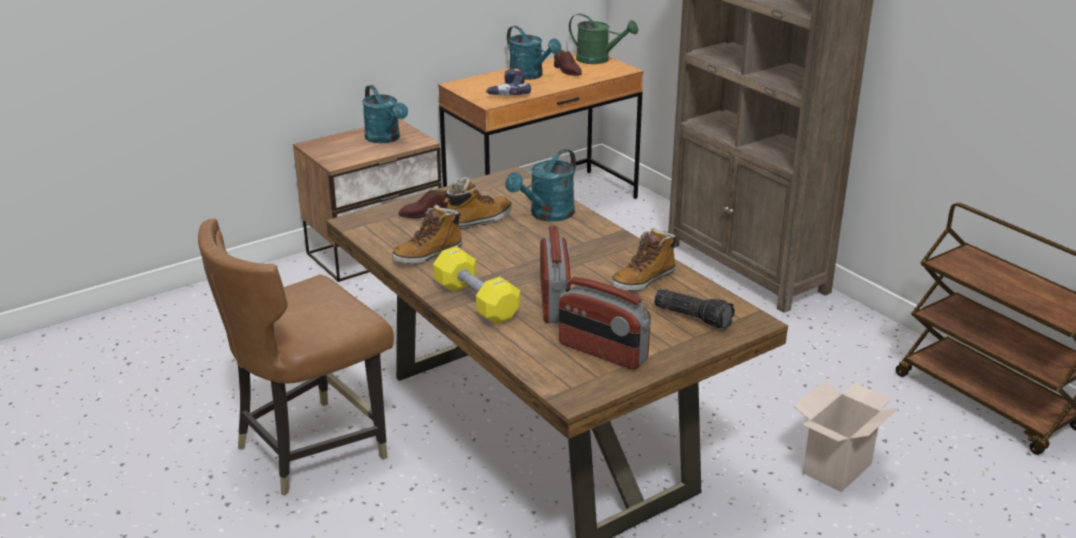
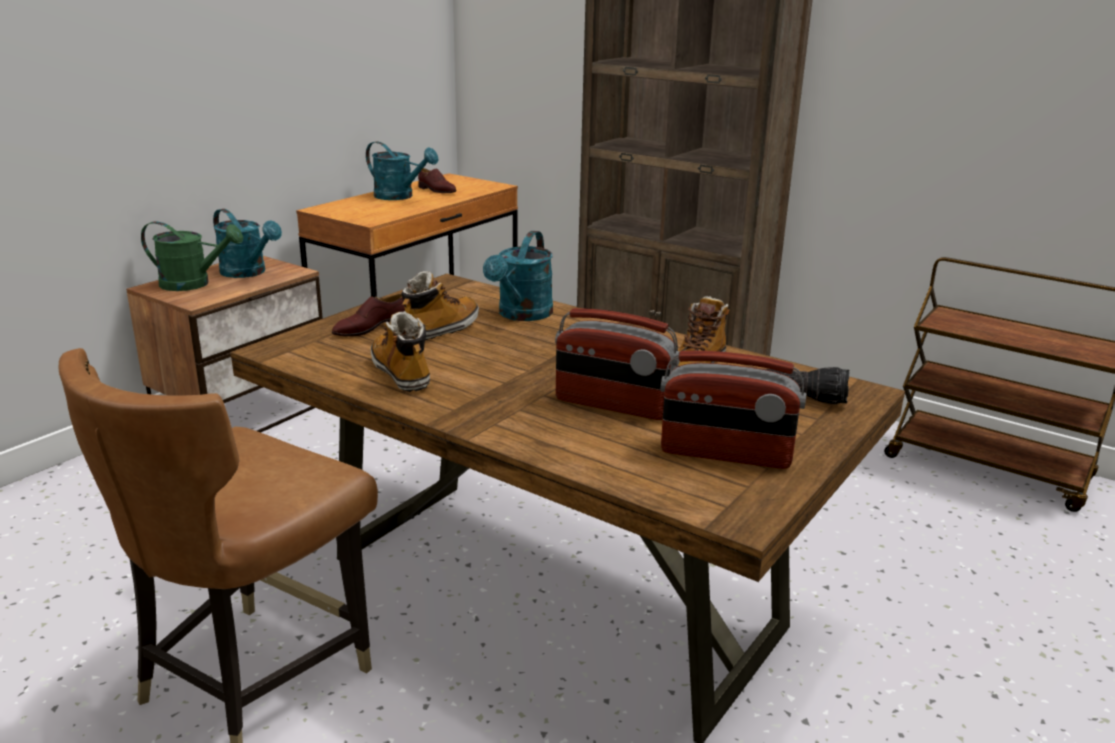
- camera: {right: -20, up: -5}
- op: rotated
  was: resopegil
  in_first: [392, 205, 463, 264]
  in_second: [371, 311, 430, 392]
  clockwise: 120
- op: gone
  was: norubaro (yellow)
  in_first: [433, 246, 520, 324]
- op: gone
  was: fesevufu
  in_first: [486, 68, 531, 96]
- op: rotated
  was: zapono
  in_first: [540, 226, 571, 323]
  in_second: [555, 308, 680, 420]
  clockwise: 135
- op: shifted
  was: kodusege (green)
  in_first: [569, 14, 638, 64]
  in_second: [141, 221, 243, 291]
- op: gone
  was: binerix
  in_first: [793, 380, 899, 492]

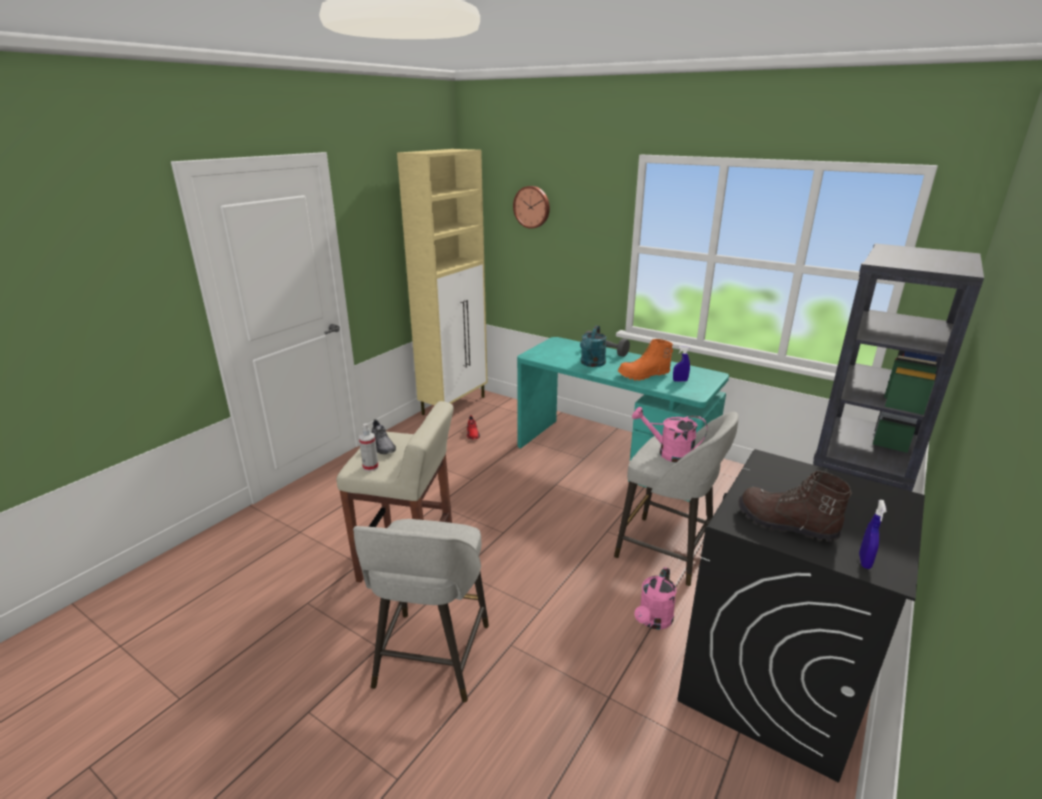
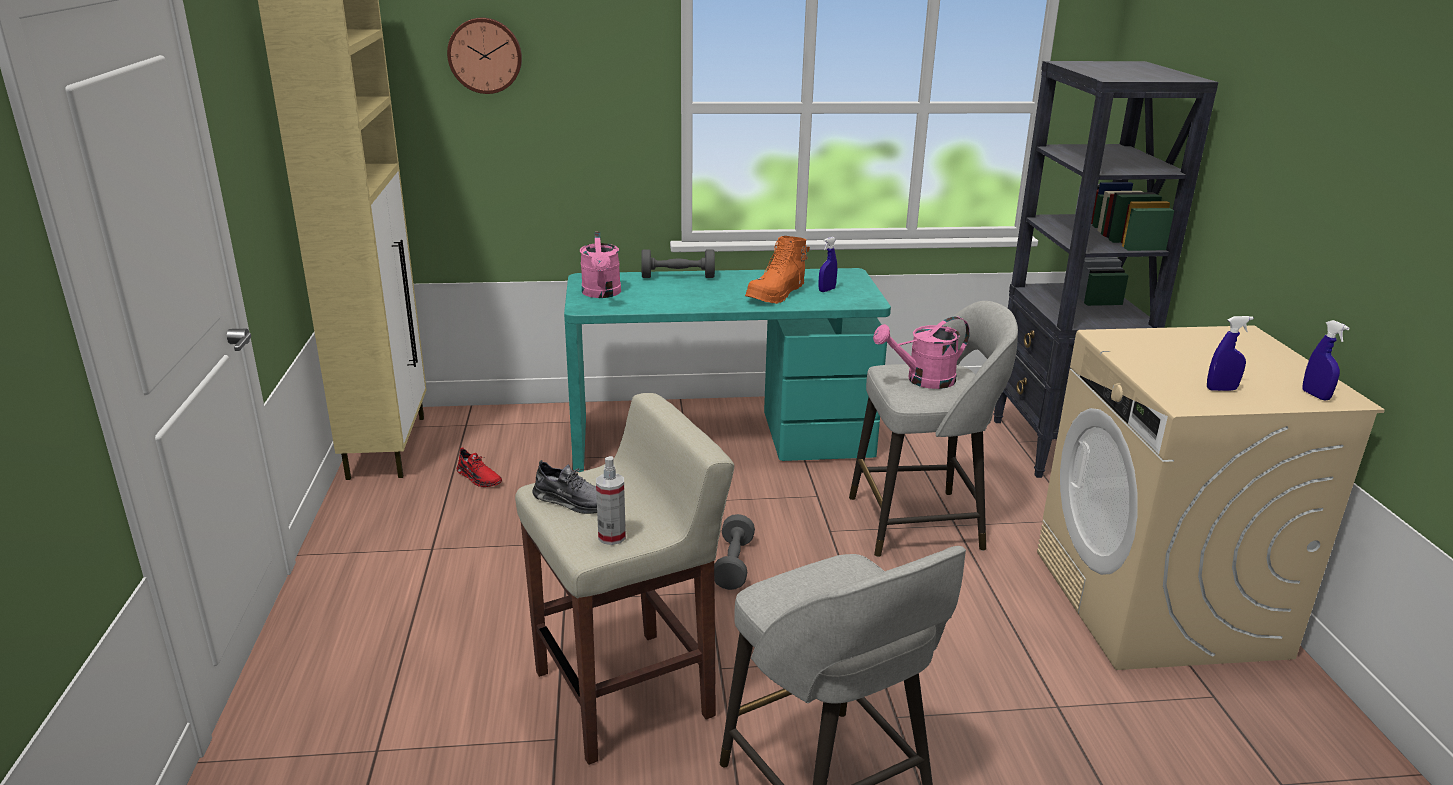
- camera: {right: -40, up: 0}
- op: gone
  was: kodusege (turquoise)
  in_first: [580, 325, 607, 367]
- op: shifted
  was: kodusege (pink)
  in_first: [635, 567, 677, 630]
  in_second: [580, 232, 621, 298]
- op: repainted
  was: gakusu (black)
  now: gakusu (beige)
  in_first: [678, 449, 925, 783]
  in_second: [1037, 325, 1385, 670]
- op: swapped
  was: resopegil (brown)
  now: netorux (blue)
  in_first: [738, 470, 852, 542]
  in_second: [1207, 316, 1253, 391]
- op: new
  now: norubaro (grey)
  in_second: [714, 514, 755, 590]

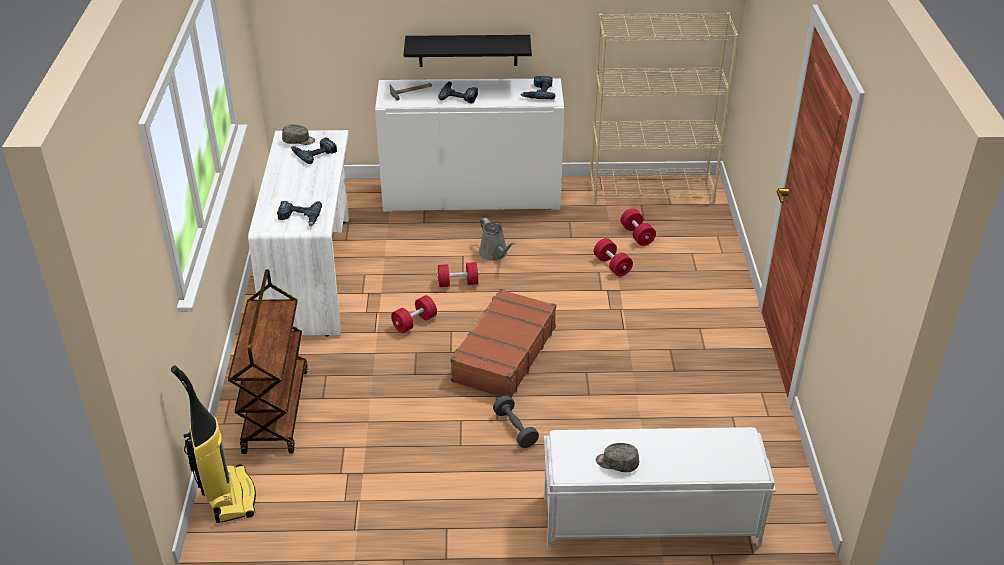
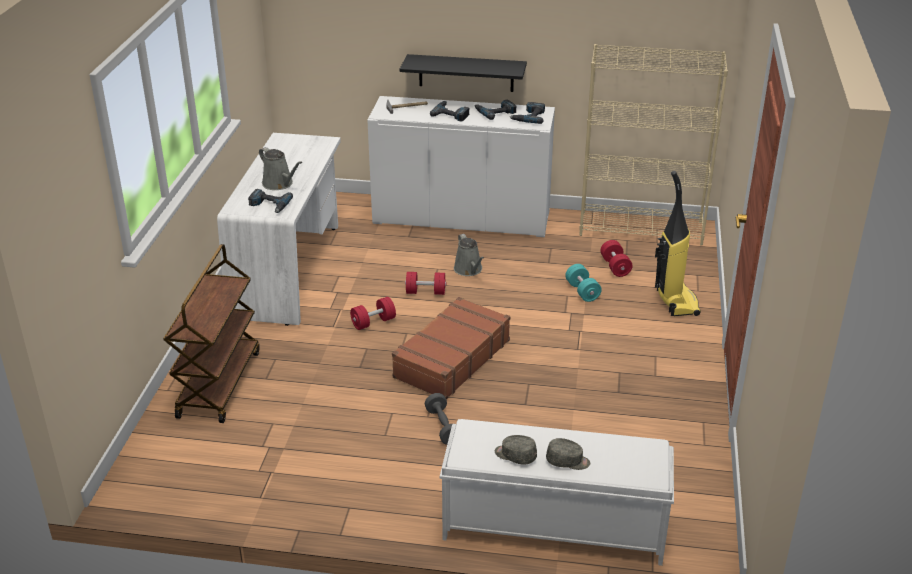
- camera: {right: 10, up: -5}
- op: shifted
  was: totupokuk
  in_first: [171, 366, 256, 523]
  in_second: [655, 171, 701, 316]
- op: shifted
  was: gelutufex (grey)
  in_first: [282, 124, 315, 145]
  in_second: [546, 438, 590, 470]
- op: shifted
  was: fesevufu
  in_first: [291, 137, 337, 164]
  in_second: [475, 100, 516, 120]
- op: repainted
  was: norubaro (red)
  now: norubaro (turquoise)
  in_first: [594, 238, 633, 276]
  in_second: [565, 264, 602, 302]
- op: new
  now: kodusege (grey)
  in_second: [259, 147, 302, 190]

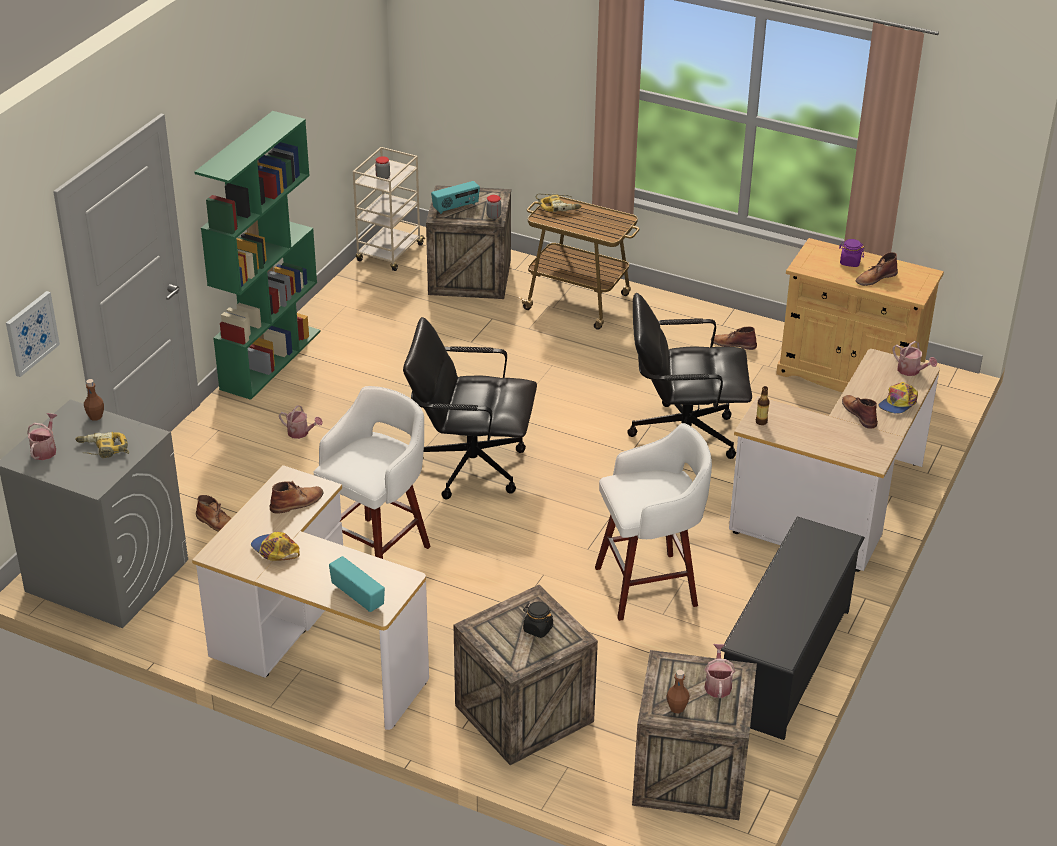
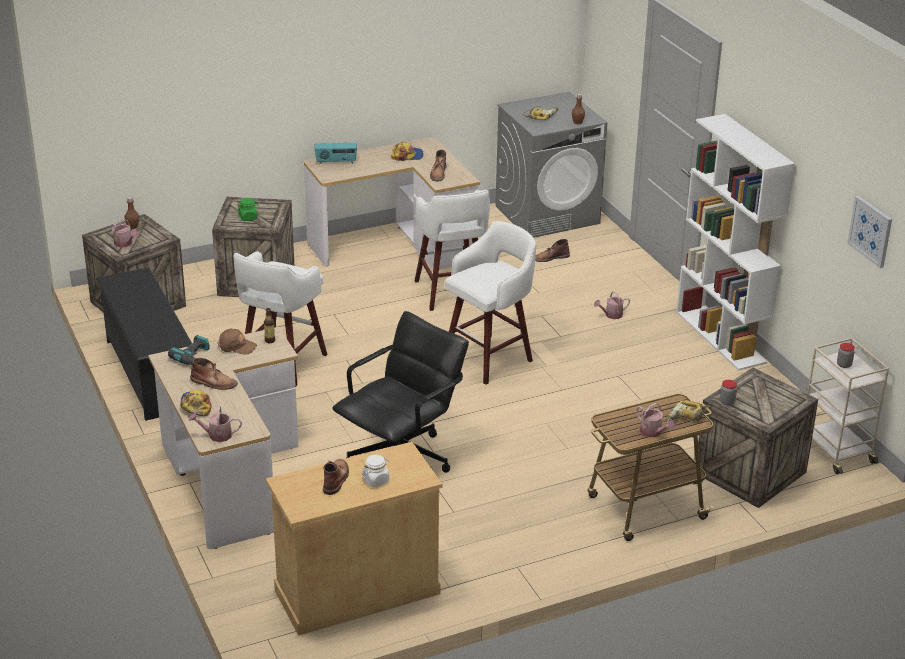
- camera: {right: 130, up: -5}
- op: shifted
  was: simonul
  in_first: [6, 291, 60, 377]
  in_second: [847, 196, 892, 268]
- op: shifted
  was: kodusege
  in_first: [27, 413, 57, 460]
  in_second: [636, 403, 675, 437]
- op: repainted
  was: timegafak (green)
  now: timegafak (white)
  in_first: [194, 111, 321, 400]
  in_second: [676, 114, 795, 371]
- op: swapped
  was: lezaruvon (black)
  now: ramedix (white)
  in_first: [403, 317, 537, 499]
  in_second: [445, 221, 536, 385]
- op: gone
  was: zapono
  in_first: [431, 181, 480, 214]
- op: repainted
  was: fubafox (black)
  now: fubafox (green)
  in_first: [523, 601, 553, 638]
  in_second: [237, 198, 258, 221]
- op: gone
  was: resopegil (brown)
  in_first: [711, 326, 757, 350]
- op: repainted
  was: fubafox (purple)
  now: fubafox (white)
  in_first: [840, 239, 864, 267]
  in_second: [362, 455, 389, 487]
- op: new
  now: fesevufu
  in_second: [168, 335, 210, 365]
- op: new
  now: gelutufex (brown)
  in_second: [217, 329, 257, 355]

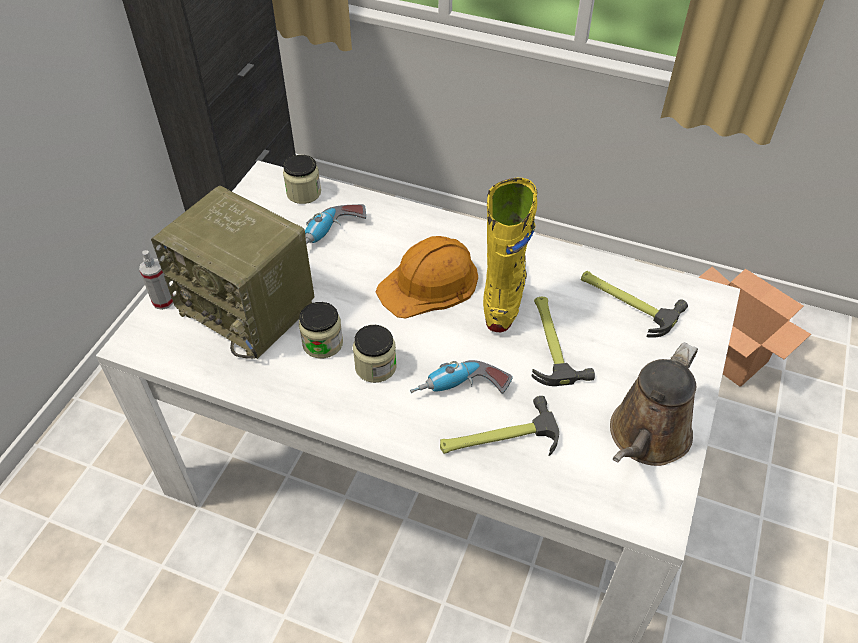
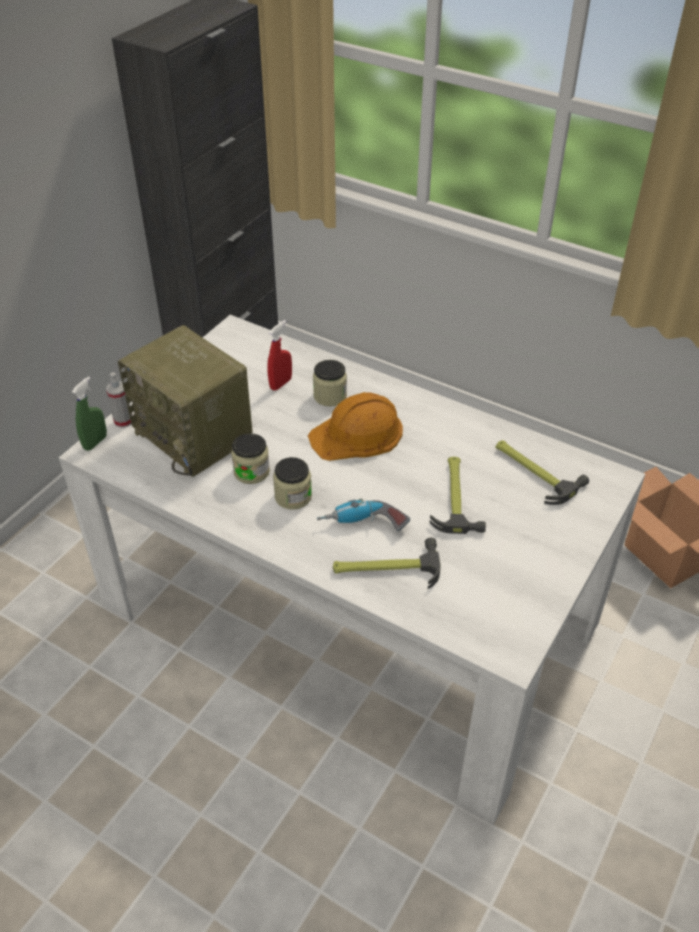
- camera: {right: 10, up: -5}
- op: shifted
  was: fubafox
  in_first: [283, 155, 321, 204]
  in_second: [313, 360, 347, 407]
- op: swapped
  was: fesevufu
  now: netorux (red)
  in_first: [305, 204, 366, 245]
  in_second: [267, 320, 292, 391]
- op: gone
  was: resopegil (yellow)
  in_first: [483, 178, 538, 332]
- op: gone
  was: kodusege (brown)
  in_first: [610, 342, 698, 466]
- op: new
  now: netorux (green)
  in_second: [72, 376, 107, 451]

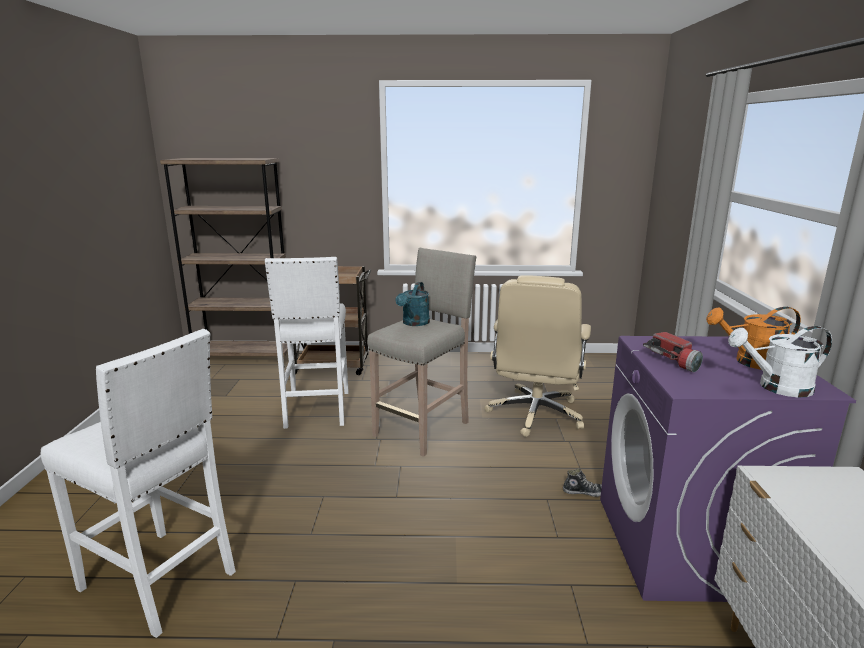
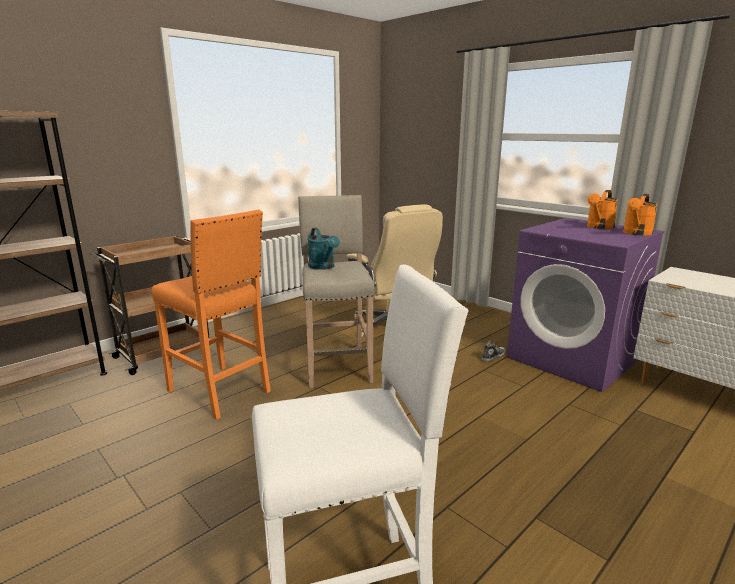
- camera: {right: -45, up: 0}
- op: repainted
  was: ramedix (white)
  now: ramedix (orange)
  in_first: [265, 257, 349, 429]
  in_second: [152, 210, 271, 420]
- op: gone
  was: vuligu
  in_first: [643, 332, 703, 372]
- op: repainted
  was: kodusege (white)
  now: kodusege (orange)
  in_first: [728, 326, 832, 397]
  in_second: [623, 194, 658, 235]

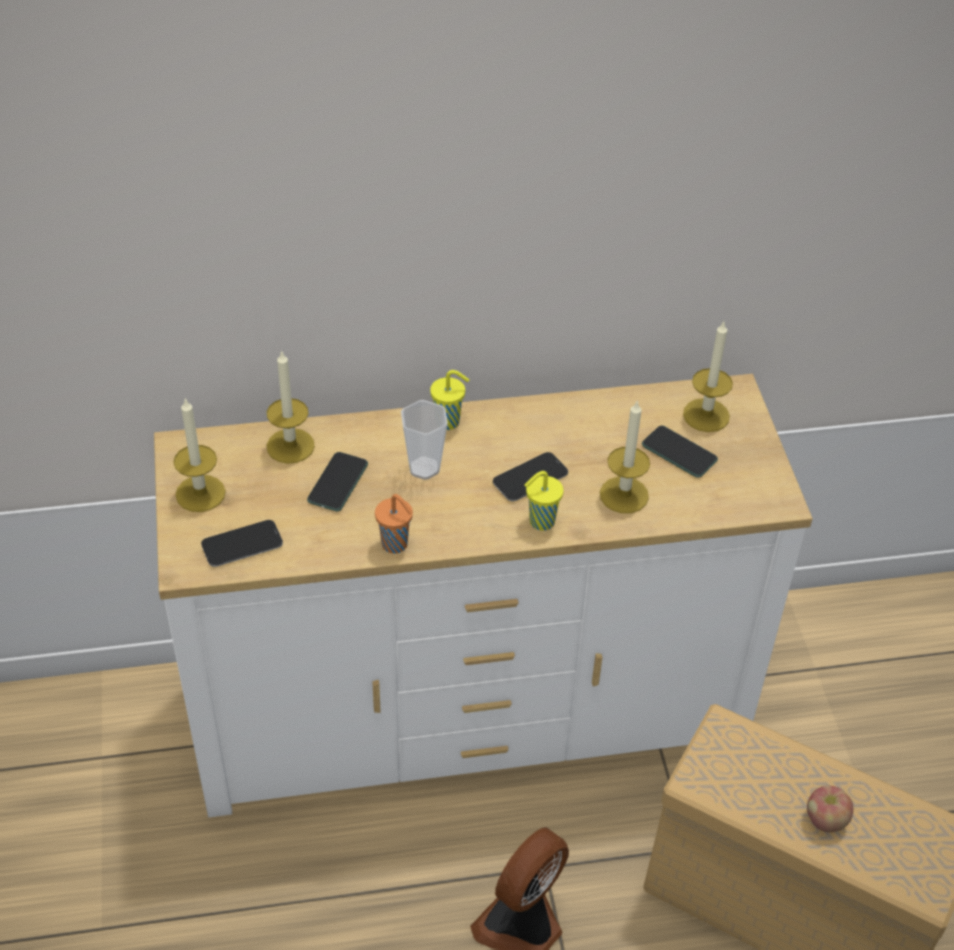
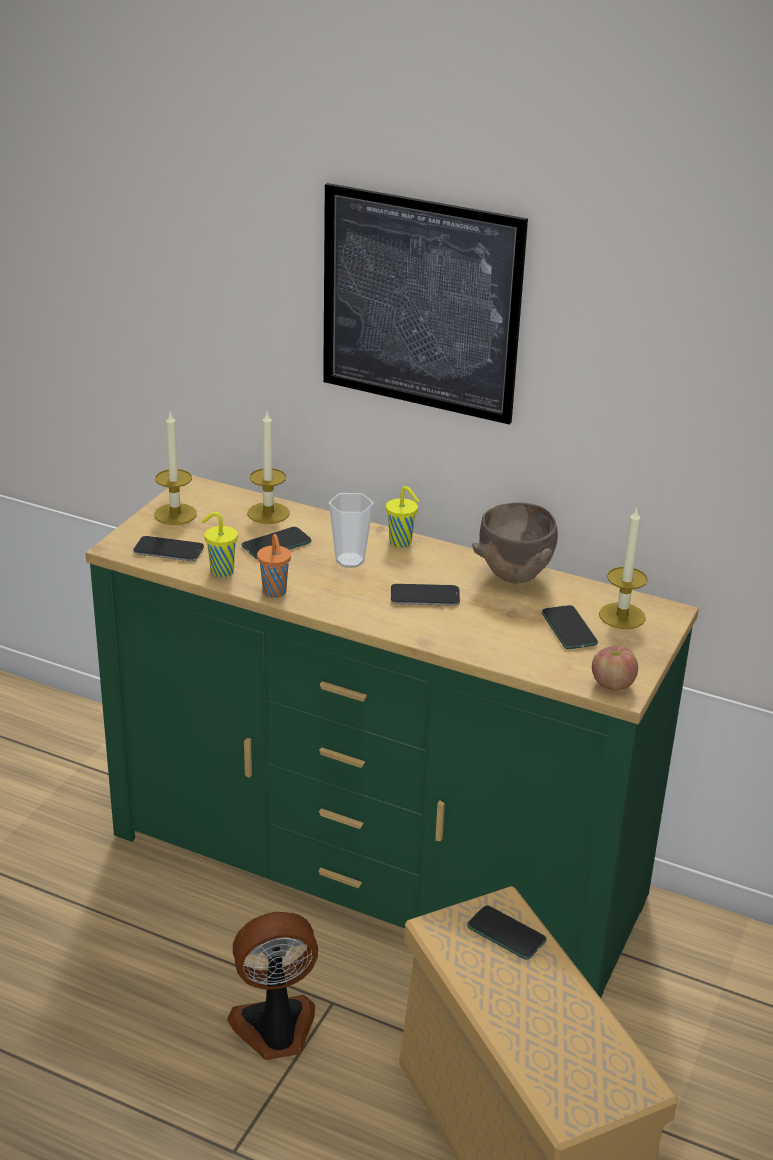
- camera: {right: 35, up: -15}
- op: repainted
  was: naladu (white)
  now: naladu (green)
  in_first: [154, 374, 813, 817]
  in_second: [85, 475, 699, 998]
- op: shifted
  was: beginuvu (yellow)
  in_first: [524, 471, 563, 531]
  in_second: [201, 512, 238, 577]
- op: gone
  was: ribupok
  in_first: [600, 400, 650, 513]
- op: shifted
  was: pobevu
  in_first: [807, 786, 853, 832]
  in_second: [592, 646, 638, 691]
- op: new
  now: simonul
  in_second: [323, 183, 528, 425]
- op: new
  now: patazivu
  in_second: [467, 905, 547, 960]
- op: new
  now: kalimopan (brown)
  in_second: [472, 503, 558, 584]

